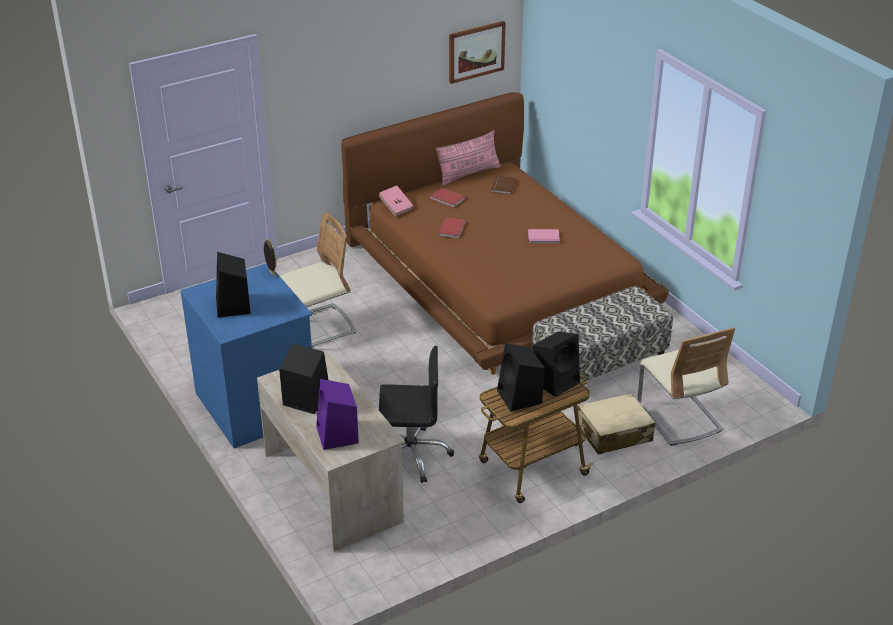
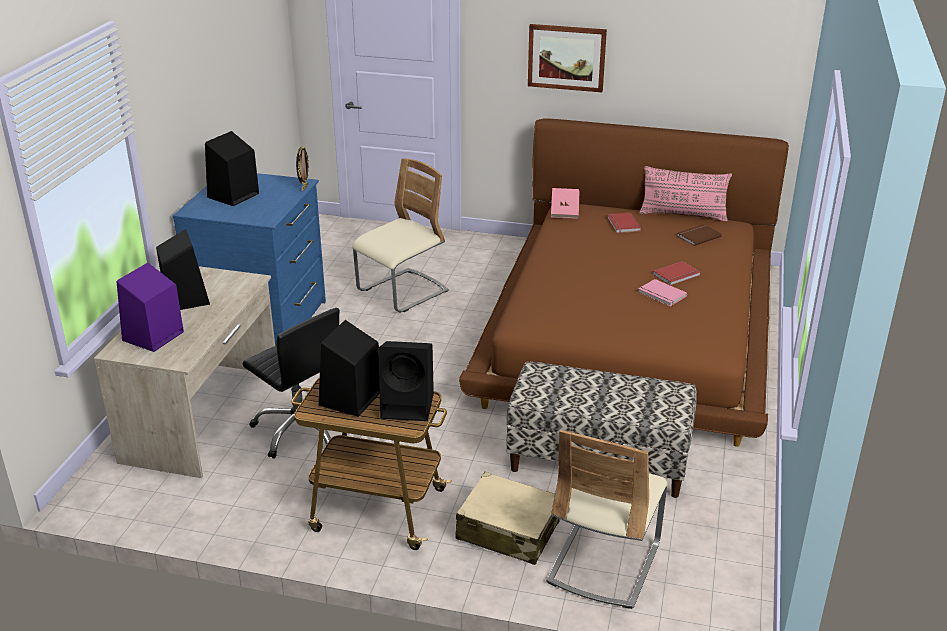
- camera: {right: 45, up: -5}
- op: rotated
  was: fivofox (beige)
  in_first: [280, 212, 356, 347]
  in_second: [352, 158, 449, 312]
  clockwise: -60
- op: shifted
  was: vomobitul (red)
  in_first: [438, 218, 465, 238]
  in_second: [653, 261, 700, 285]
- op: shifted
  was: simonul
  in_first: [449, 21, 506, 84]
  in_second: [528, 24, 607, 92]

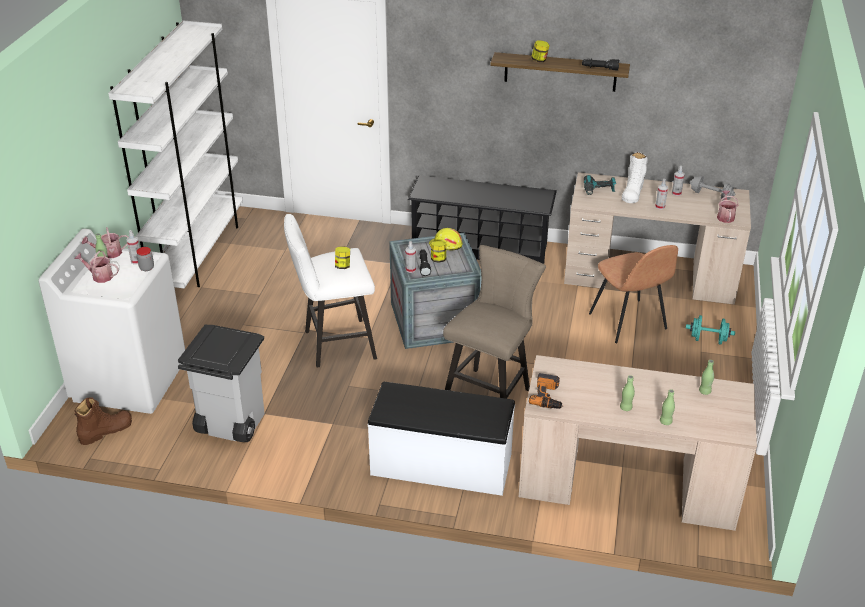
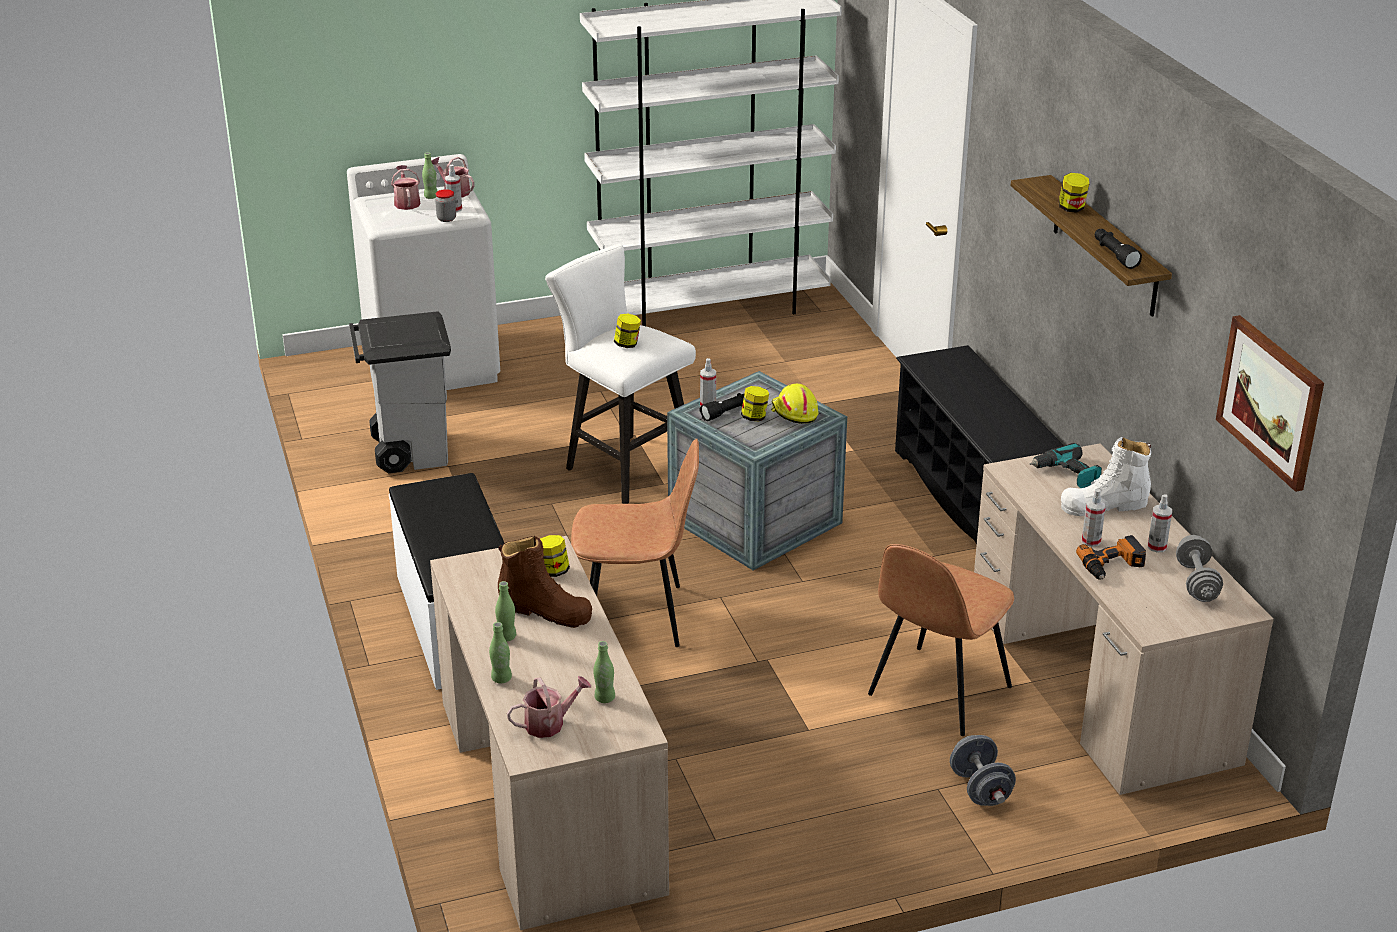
- camera: {right: 60, up: -5}
- op: shifted
  was: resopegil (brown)
  in_first: [75, 398, 132, 445]
  in_second: [498, 536, 592, 628]
- op: swapped
  was: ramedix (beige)
  now: fivofox (brown)
  in_first: [443, 245, 546, 399]
  in_second: [571, 439, 699, 647]
- op: shifted
  was: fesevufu
  in_first: [529, 373, 564, 409]
  in_second: [1076, 535, 1146, 580]
- op: repainted
  was: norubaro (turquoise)
  now: norubaro (grey)
  in_first: [686, 315, 735, 345]
  in_second: [950, 735, 1016, 806]
- op: shifted
  was: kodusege
  in_first: [717, 190, 738, 223]
  in_second: [507, 676, 591, 738]
- op: new
  now: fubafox
  in_second: [540, 535, 570, 577]
- op: new
  now: simonul
  in_second: [1216, 315, 1324, 492]

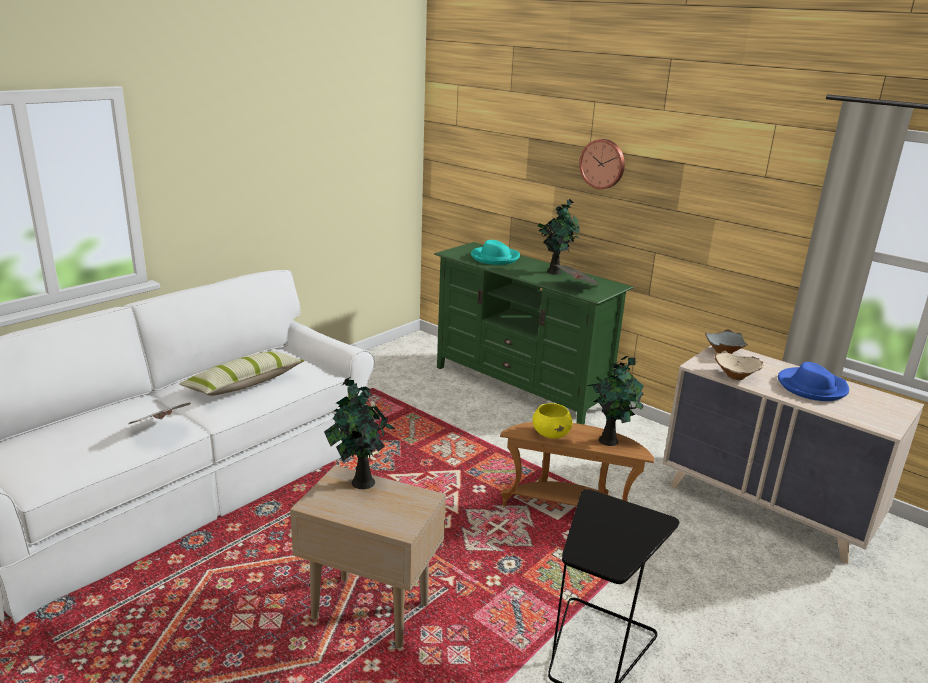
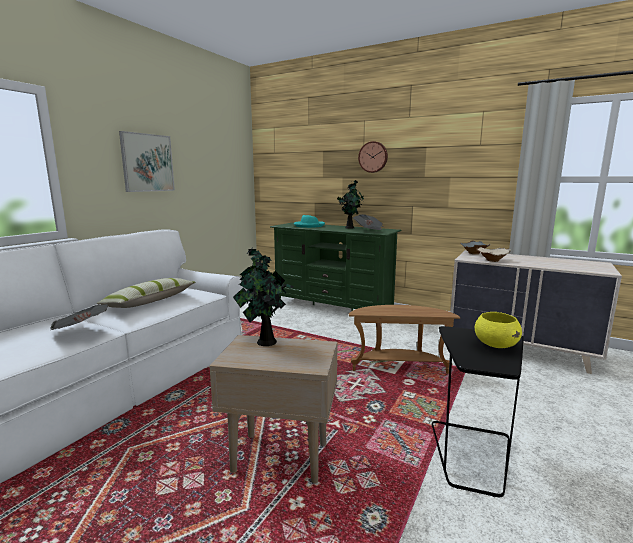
- camera: {right: -10, up: -10}
- op: shifted
  was: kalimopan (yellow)
  in_first: [532, 403, 572, 439]
  in_second: [475, 312, 522, 348]
- op: gone
  was: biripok
  in_first: [586, 356, 644, 446]
- op: gone
  was: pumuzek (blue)
  in_first: [778, 362, 849, 401]
- op: new
  now: simonul
  in_second: [119, 131, 175, 192]

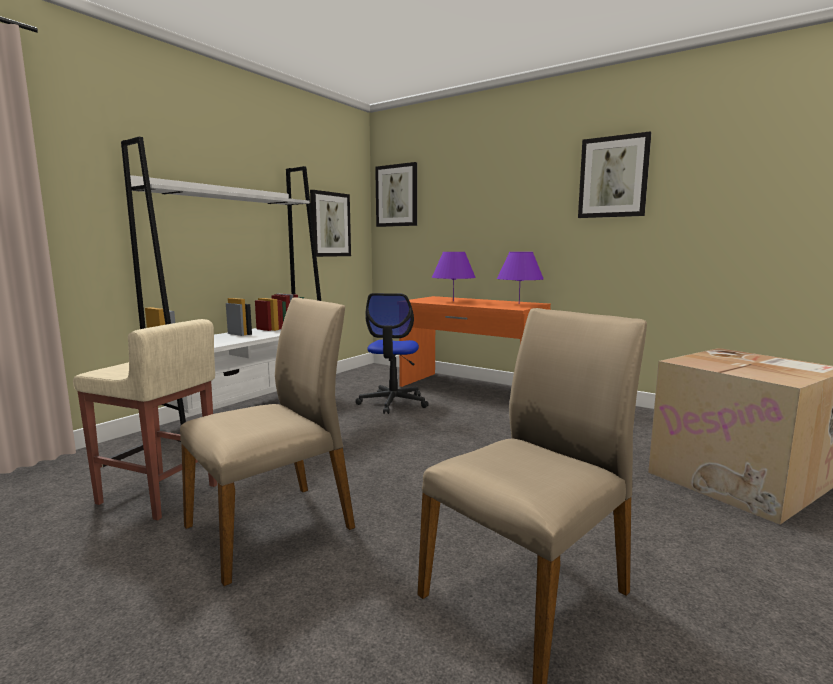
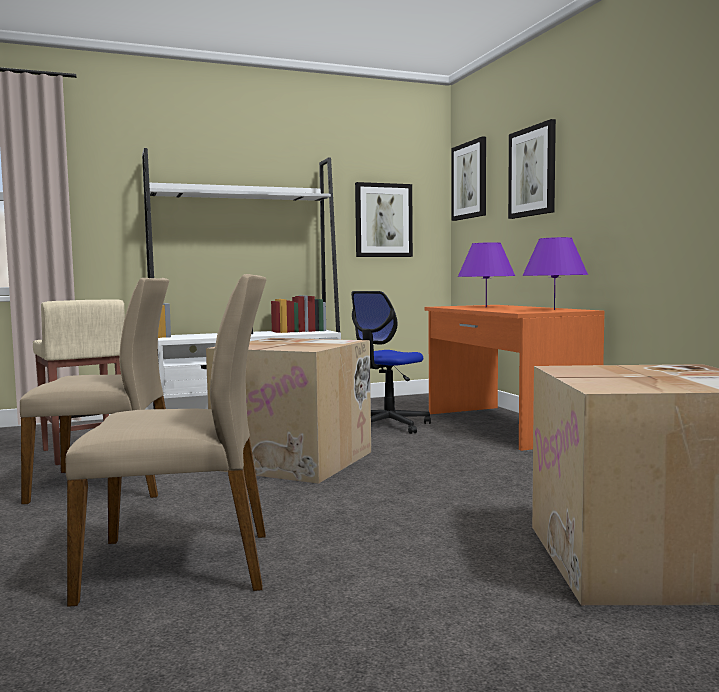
- camera: {right: 35, up: -5}
- op: shifted
  was: simonul
  in_first: [578, 131, 651, 218]
  in_second: [508, 119, 556, 219]
- op: new
  now: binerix
  in_second: [206, 338, 371, 484]

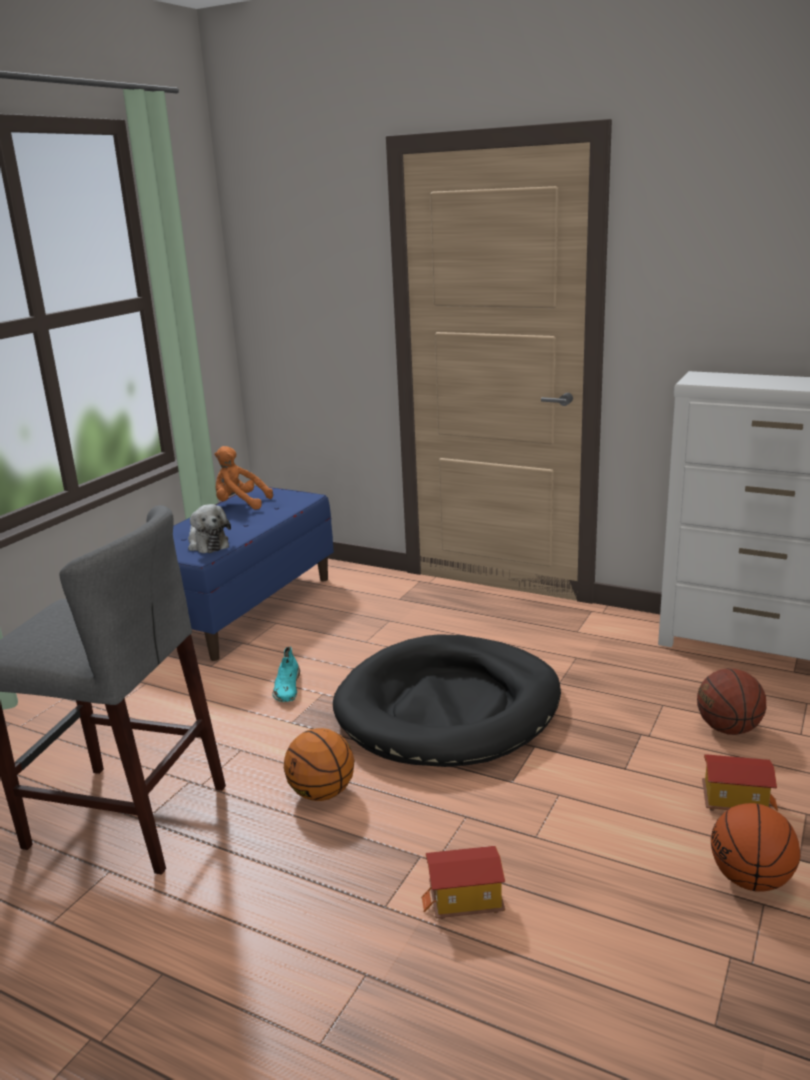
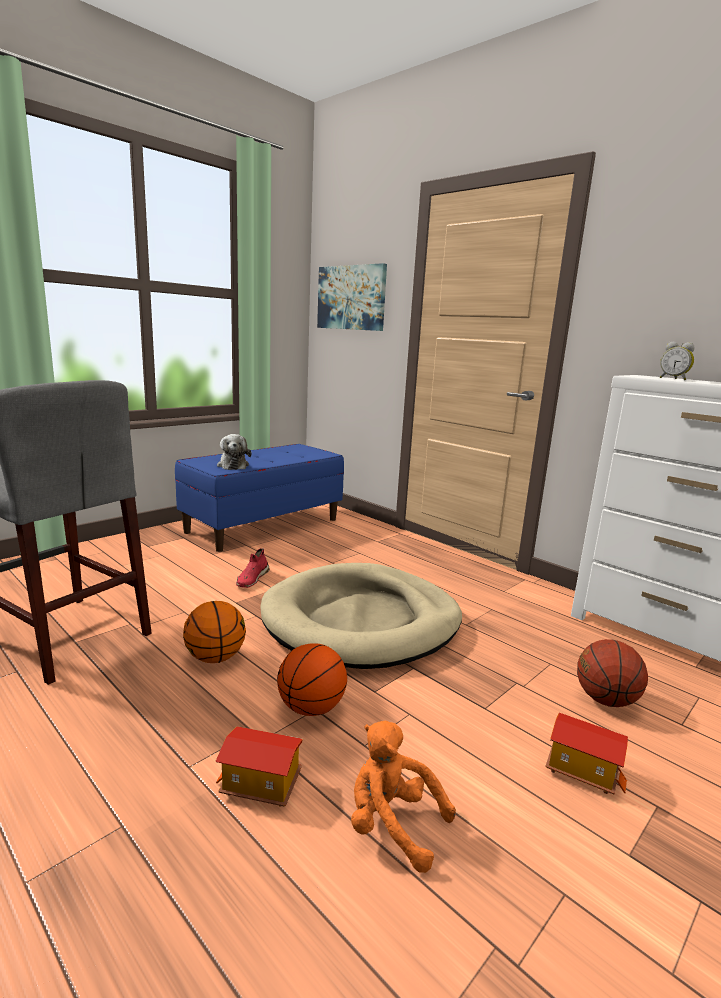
- camera: {right: 15, up: -5}
- op: shifted
  was: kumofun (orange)
  in_first: [215, 446, 273, 510]
  in_second: [351, 721, 456, 873]
- op: repainted
  was: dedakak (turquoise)
  now: dedakak (red)
  in_first: [272, 646, 300, 702]
  in_second: [236, 548, 270, 588]
- op: repainted
  was: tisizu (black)
  now: tisizu (beige)
  in_first: [333, 634, 561, 767]
  in_second: [260, 563, 462, 669]
- op: shifted
  was: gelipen
  in_first: [711, 803, 800, 892]
  in_second: [277, 643, 347, 716]
- op: new
  now: simonul
  in_second: [317, 263, 387, 331]
- op: new
  now: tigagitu
  in_second: [660, 342, 695, 380]

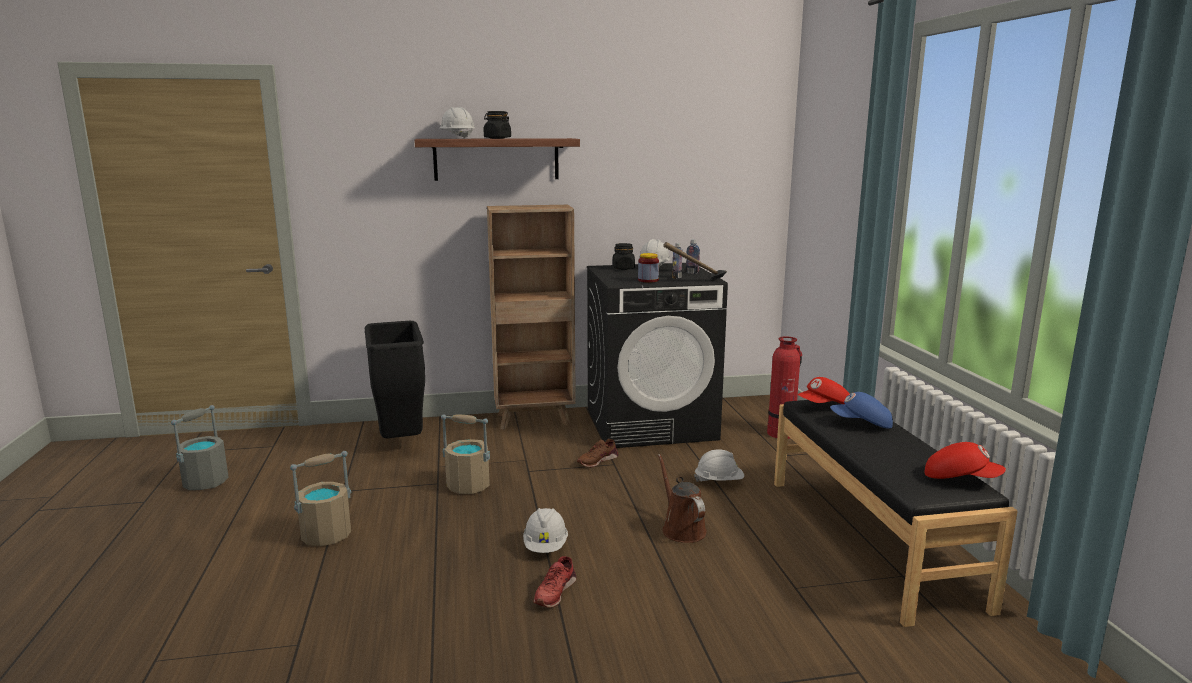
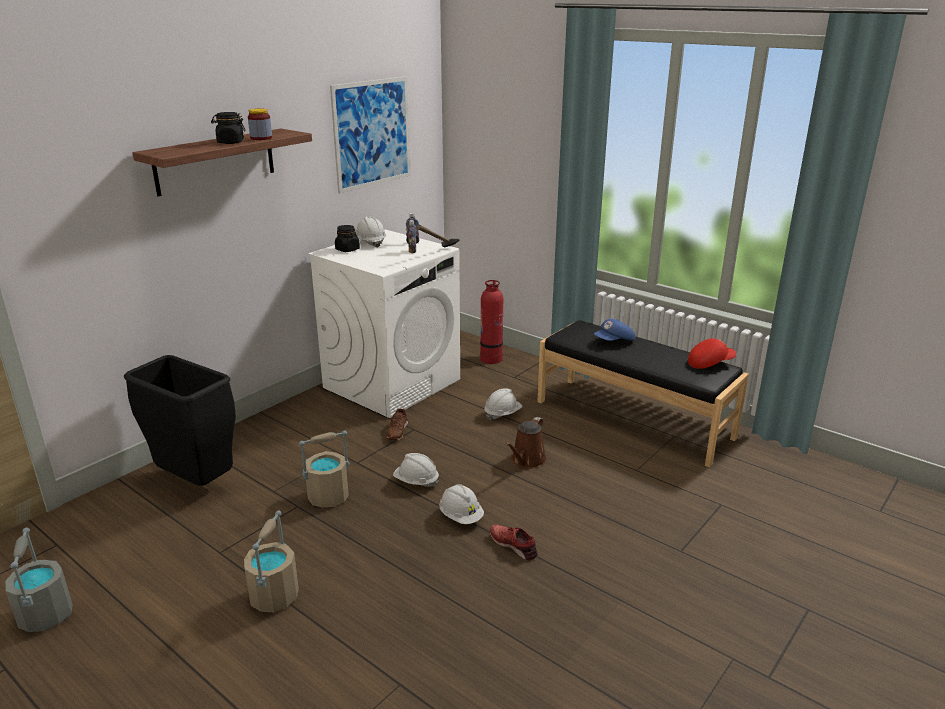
- camera: {right: -40, up: 10}
- op: shifted
  was: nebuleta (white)
  in_first: [440, 107, 475, 139]
  in_second: [393, 453, 439, 487]
- op: gone
  was: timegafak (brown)
  in_first: [487, 205, 576, 430]
- op: rotated
  was: dedakak (red)
  in_first: [534, 556, 576, 608]
  in_second: [490, 524, 538, 560]
  clockwise: 150
- op: repainted
  was: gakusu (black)
  now: gakusu (white)
  in_first: [587, 263, 728, 448]
  in_second: [308, 229, 460, 418]
- op: shifted
  was: fubafox
  in_first: [638, 253, 659, 282]
  in_second: [248, 109, 272, 140]
- op: rotated
  was: kodusege (brown)
  in_first: [658, 454, 707, 543]
  in_second: [505, 417, 547, 468]
  clockwise: -90
- op: gone
  was: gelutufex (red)
  in_first: [798, 377, 850, 404]
- op: new
  now: simonul
  in_second: [330, 76, 411, 193]

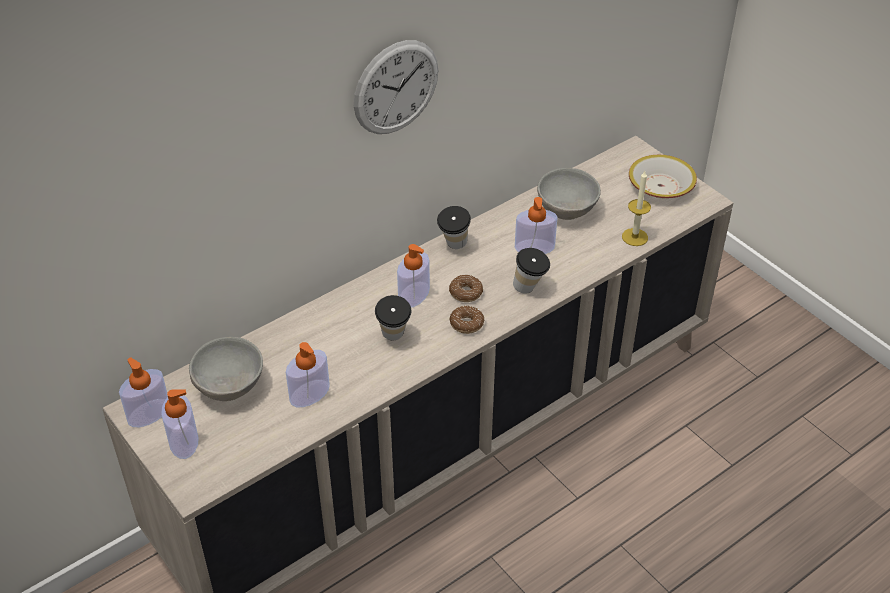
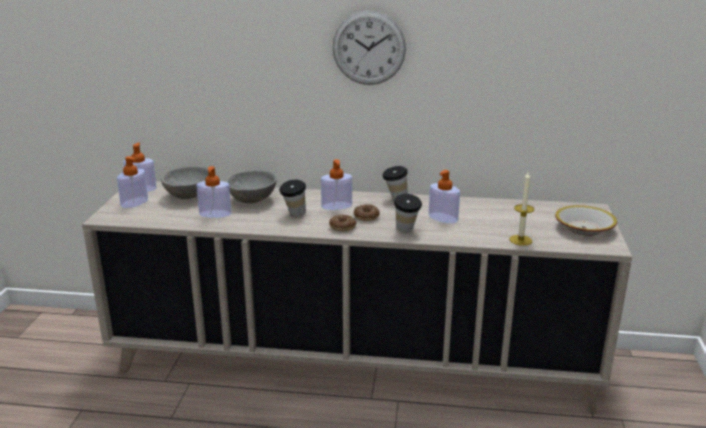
- camera: {right: 45, up: -20}
- op: shifted
  was: kalimopan (grey)
  in_first: [537, 168, 601, 220]
  in_second: [226, 170, 277, 203]

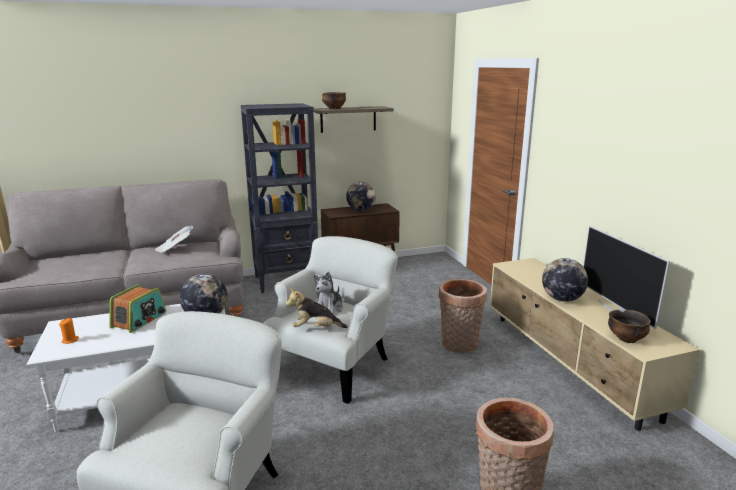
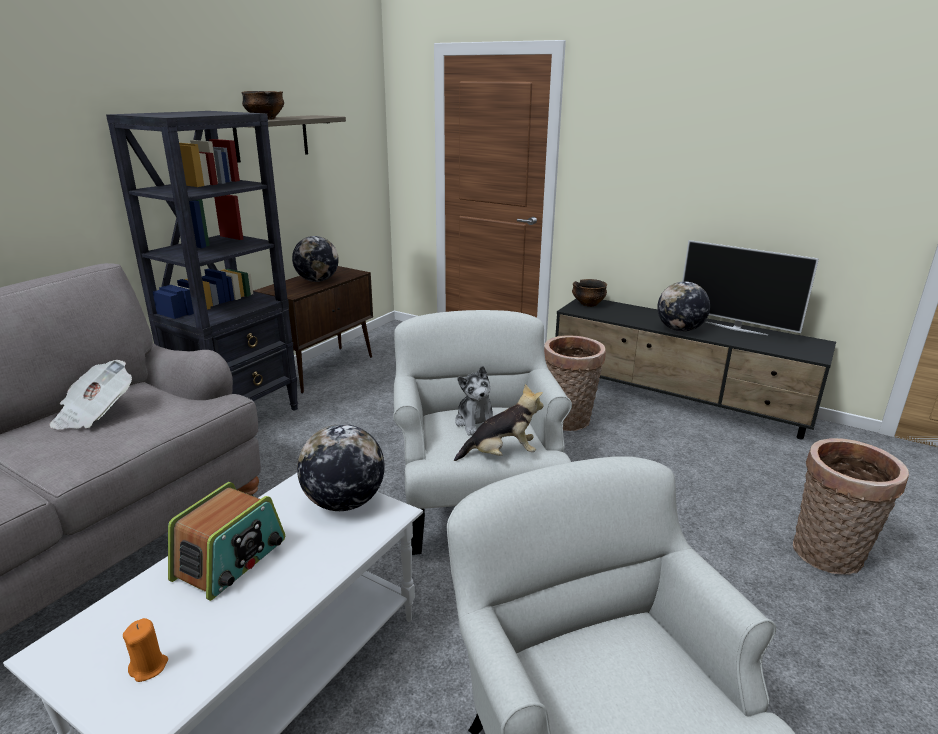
- camera: {right: -40, up: 5}
- op: rotated
  was: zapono
  in_first: [109, 284, 166, 333]
  in_second: [168, 482, 285, 601]
  clockwise: 45
- op: rotated
  was: kumofun
  in_first: [286, 288, 348, 328]
  in_second: [454, 384, 544, 461]
  clockwise: -150
- op: repainted
  was: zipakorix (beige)
  now: zipakorix (black)
  in_first: [489, 258, 700, 431]
  in_second: [555, 299, 836, 440]
- op: shifted
  was: kalimopan
  in_first: [608, 310, 651, 343]
  in_second: [572, 279, 607, 307]

